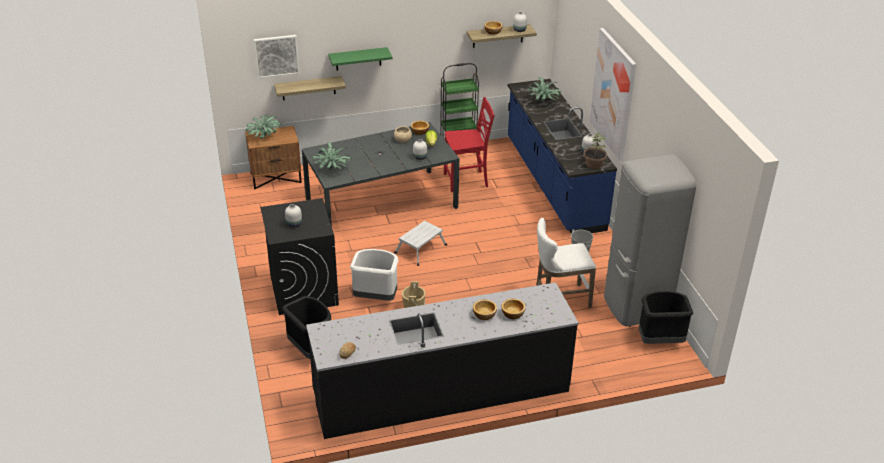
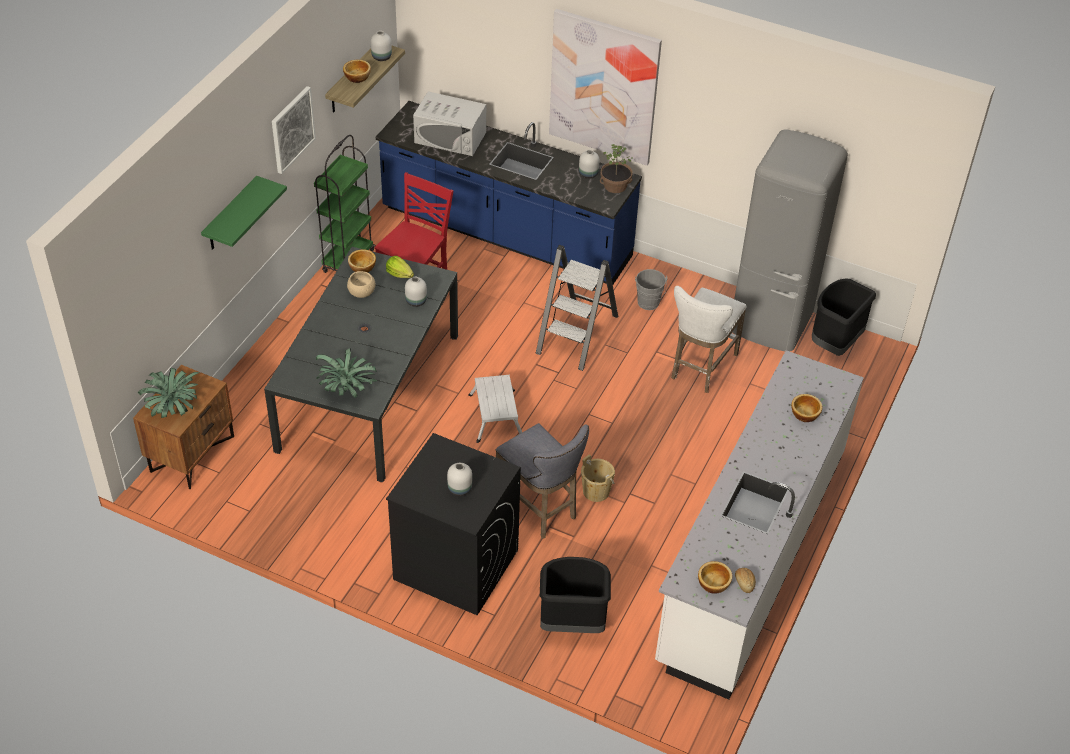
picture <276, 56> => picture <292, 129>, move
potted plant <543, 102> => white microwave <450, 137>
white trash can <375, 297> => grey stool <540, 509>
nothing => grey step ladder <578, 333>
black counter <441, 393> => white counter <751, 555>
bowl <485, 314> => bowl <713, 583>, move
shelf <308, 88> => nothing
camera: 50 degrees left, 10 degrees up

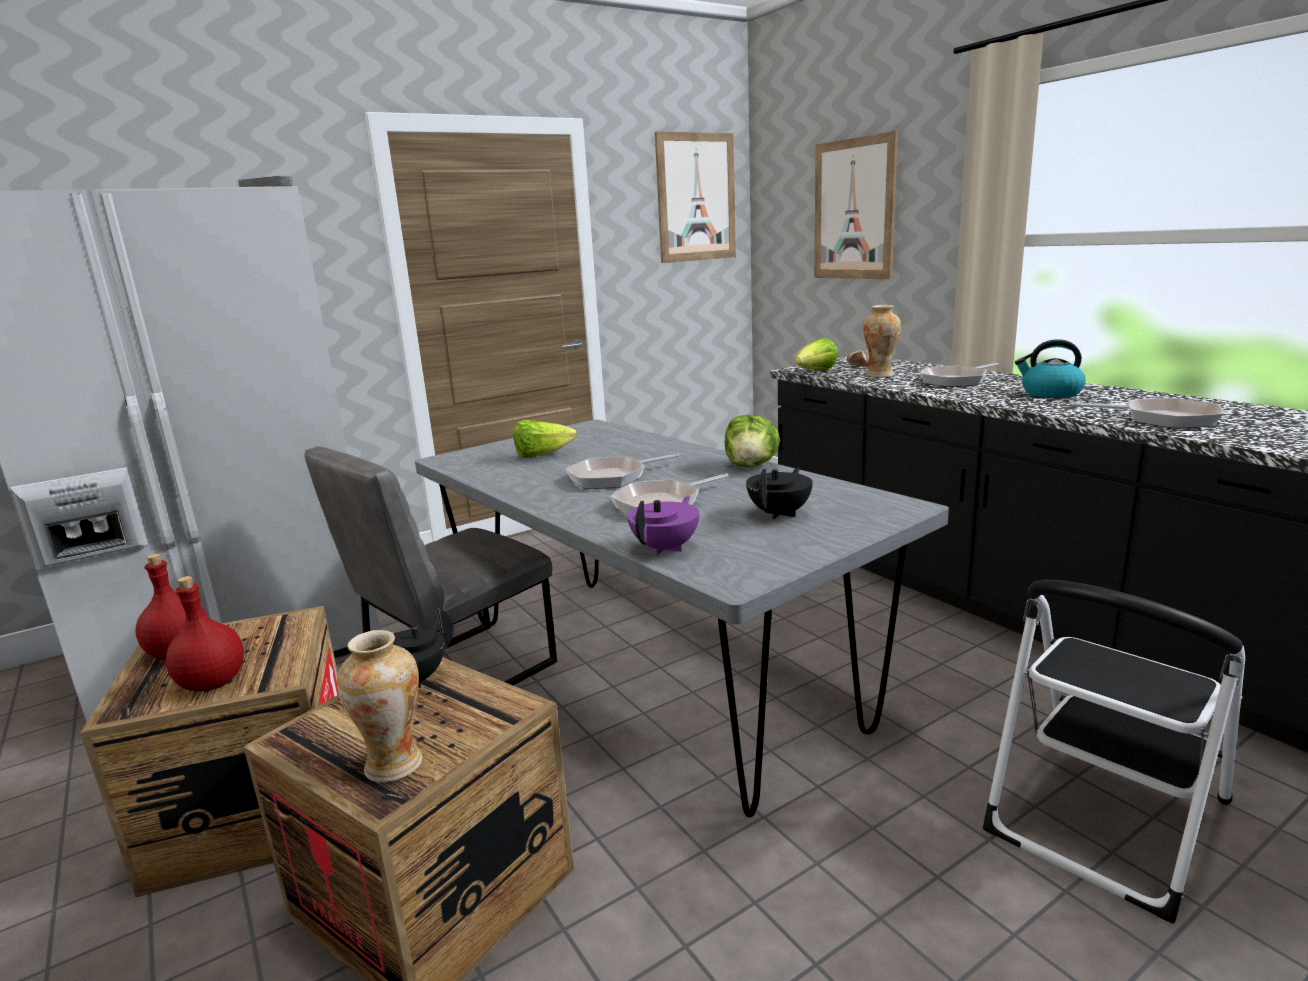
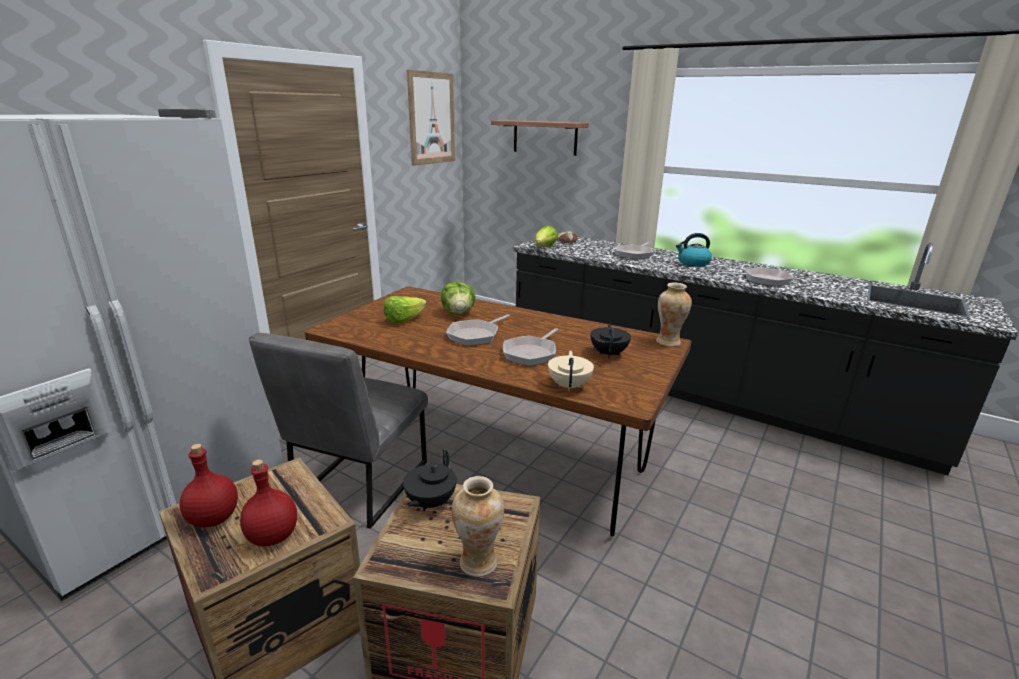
grey dining table <655, 672> => brown dining table <497, 457>
lettuce <751, 466> => lettuce <458, 313>, move
picture <853, 210> => shelf <544, 137>
purple teapot <666, 548> => beige teapot <569, 386>
vase <879, 375> => vase <668, 342>, move
step ladder <1102, 819> => nothing
camera: 25 degrees left, 5 degrees up

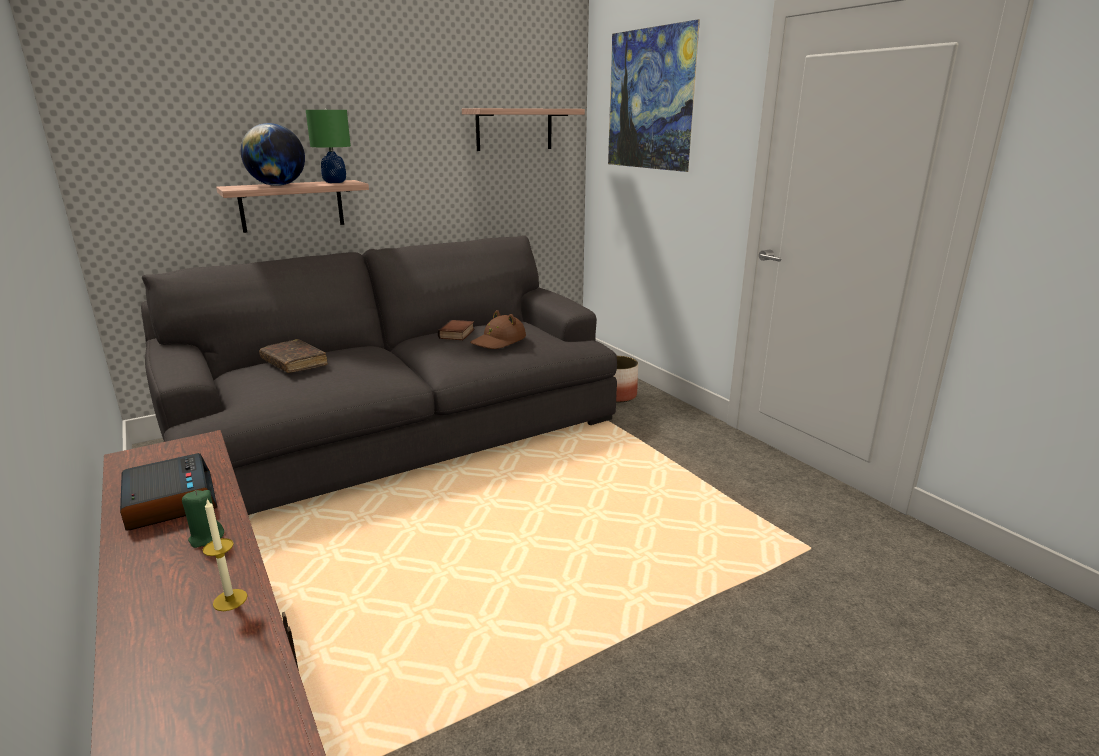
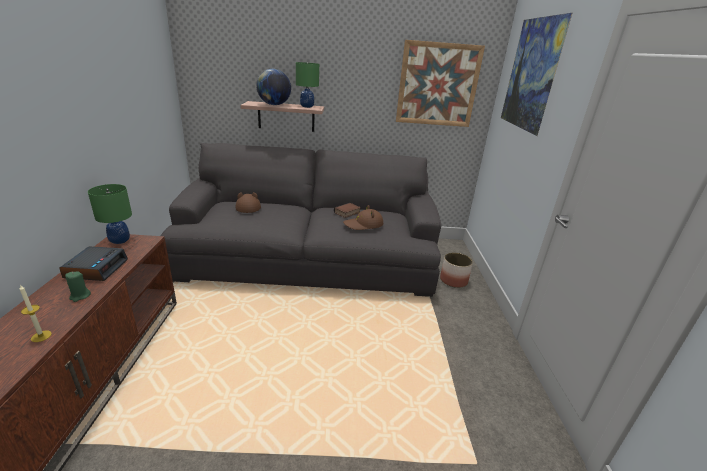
nothing => green table lamp <120, 241>
brown book <294, 363> => brown hat <248, 206>
shelf <514, 129> => picture <438, 85>
camera: 30 degrees right, 5 degrees up

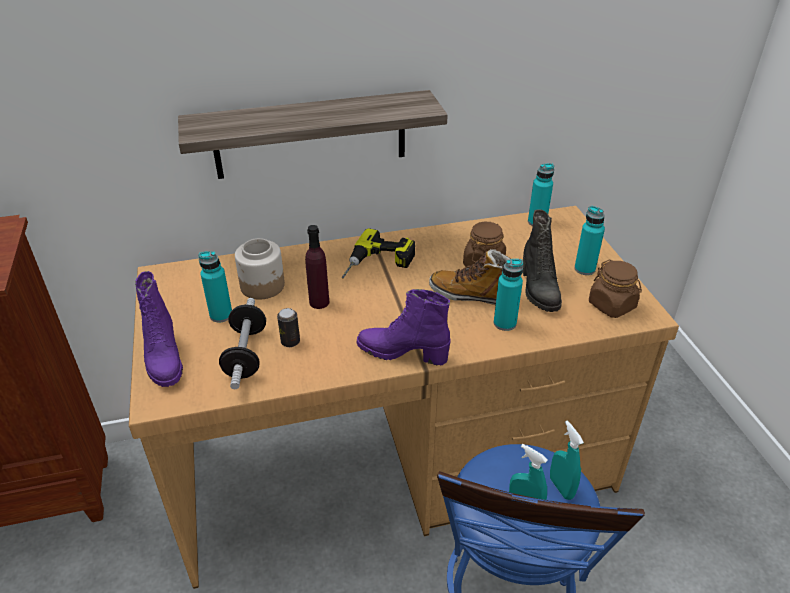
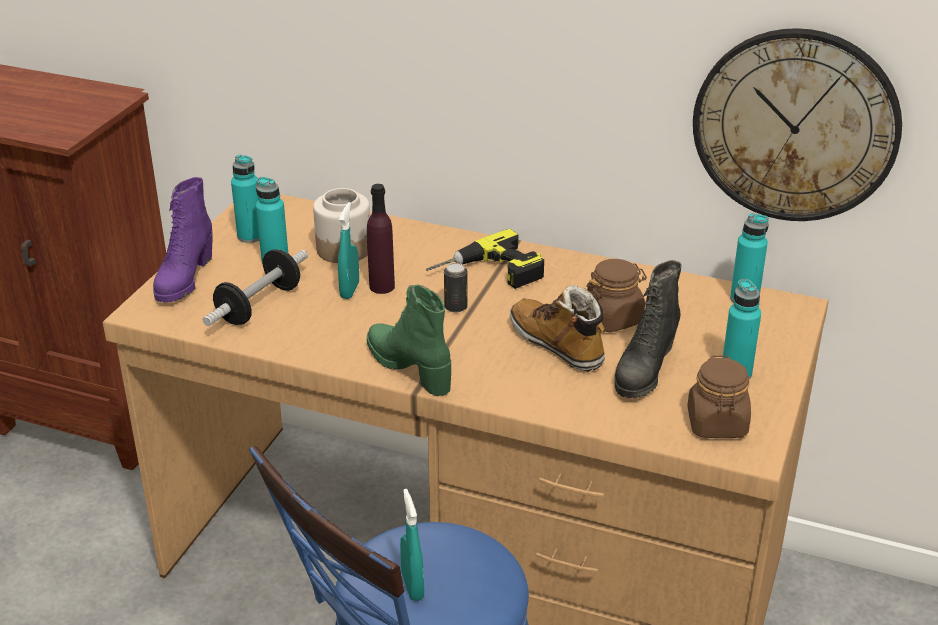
turquoise bottle <504, 323> => turquoise bottle <250, 236>, move
turquoise spray bottle <561, 487> => turquoise spray bottle <349, 290>, move
purple boot <402, 352> => green boot <410, 367>
can <290, 341> => can <455, 307>, move
nothing => wall clock <795, 125>
shelf <310, 135> => nothing
camera: 35 degrees right, 5 degrees down

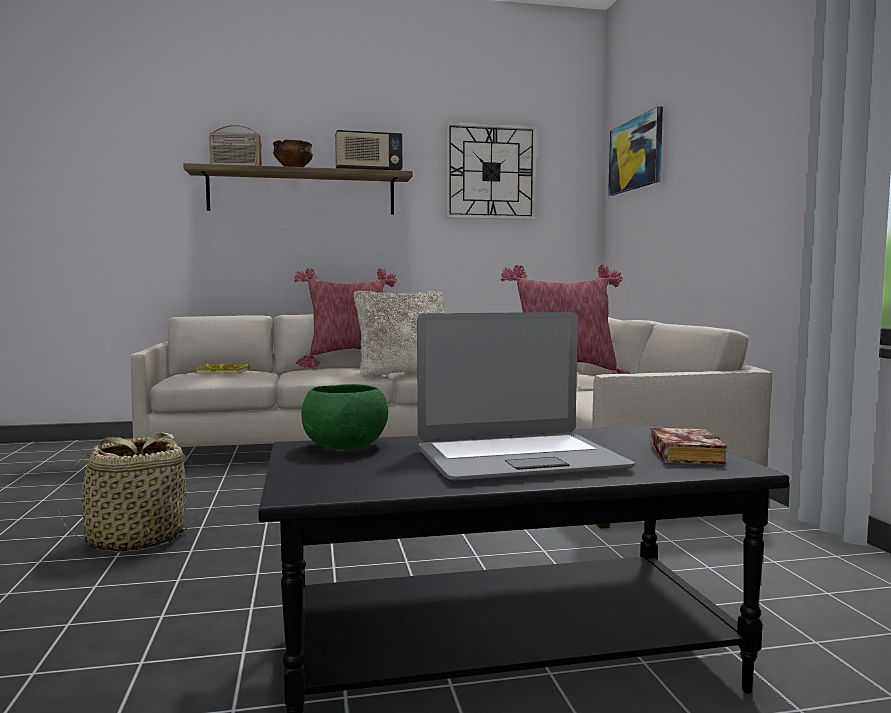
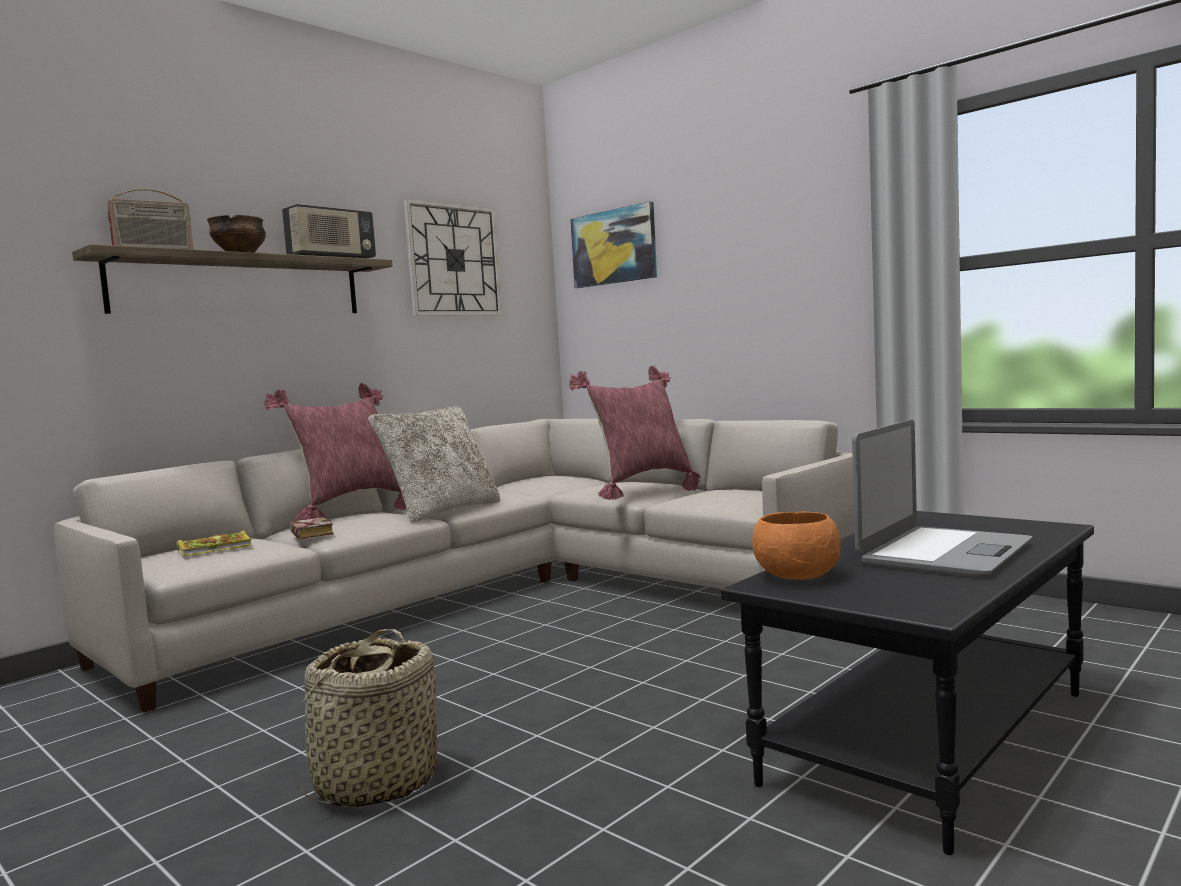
book <681, 454> => book <309, 533>, move
green bowl <346, 446> => orange bowl <798, 576>
camera: 35 degrees left, 0 degrees up

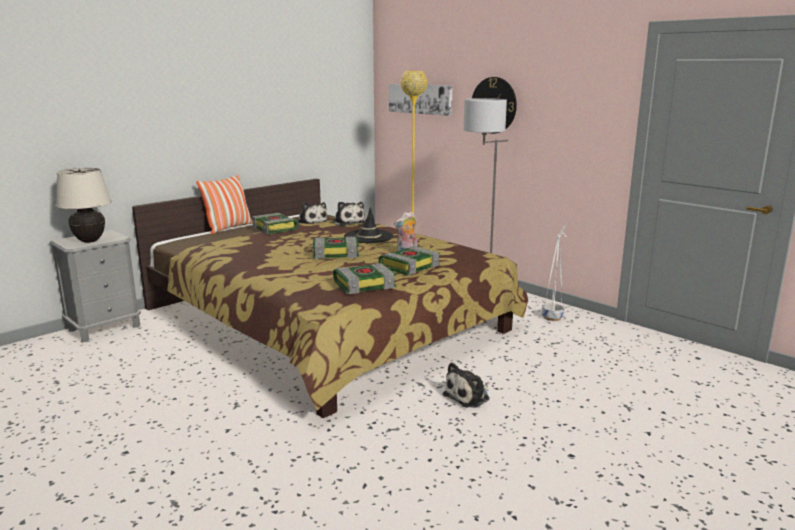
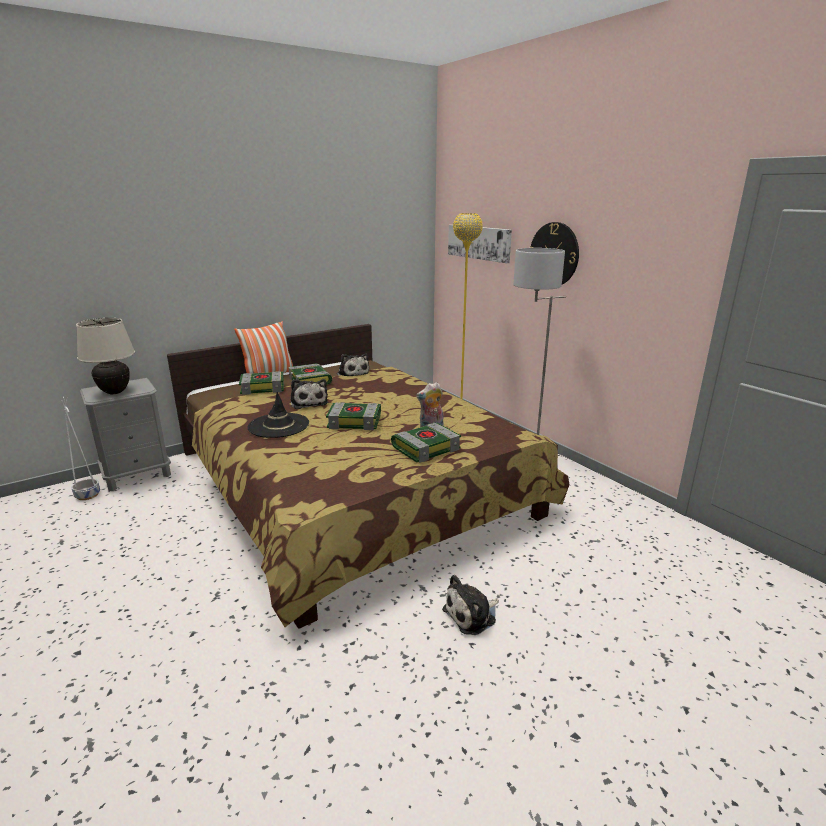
white planter <552, 317> => white planter <88, 495>, move
book <365, 284> => book <263, 387>, move
black hat <368, 237> => black hat <278, 425>, move
plush toy <348, 222> => plush toy <308, 402>, move
camera: 10 degrees right, 5 degrees up

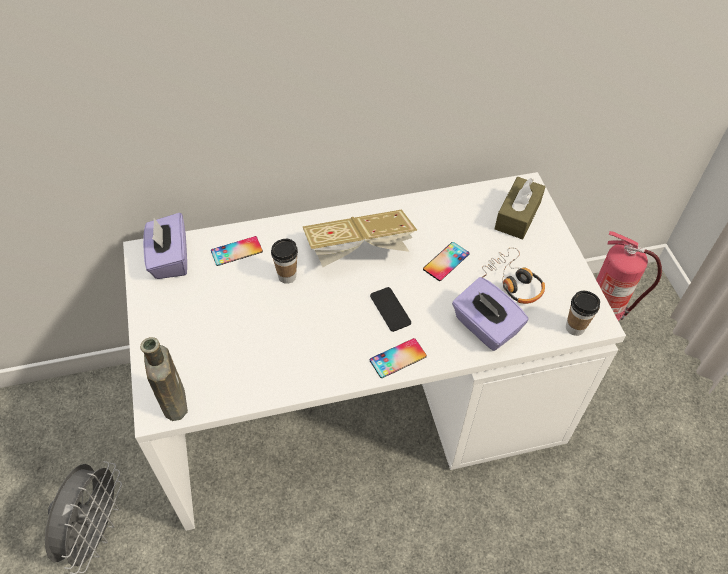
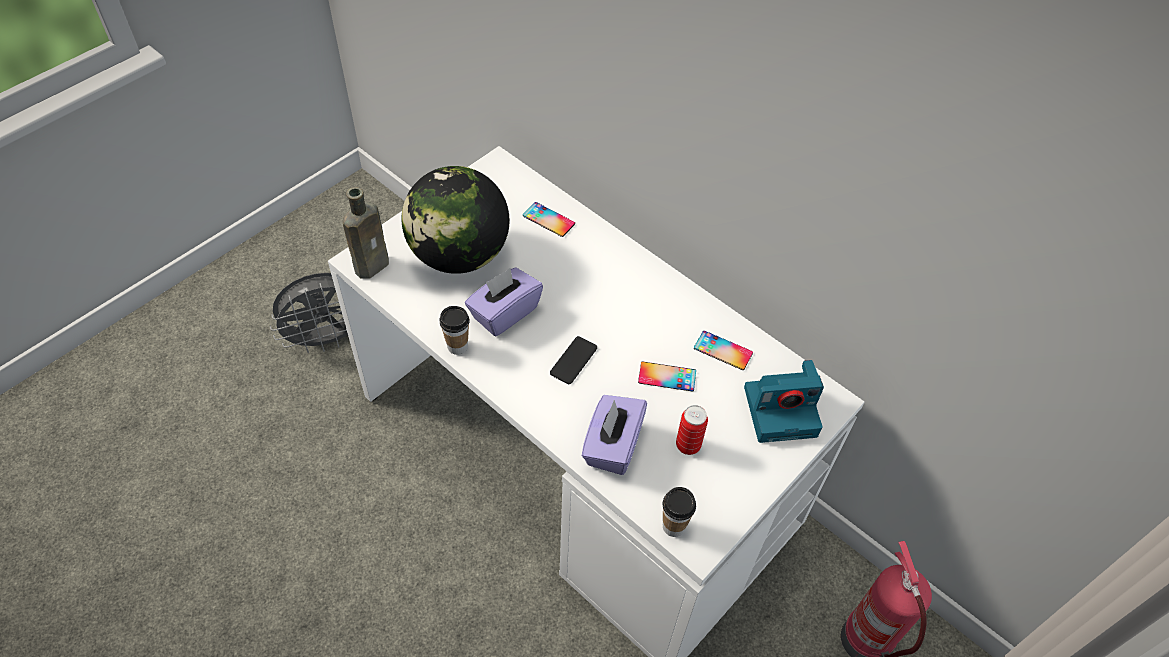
nothing => globe <459, 255>
cup <287, 276> => cup <457, 346>, move
purple tissue box <169, 259> => purple tissue box <504, 313>, move
headphones <513, 282> => can <688, 445>
phone <398, 358> => phone <723, 350>, move
brown tissue box <517, 216> => photo camera <782, 410>
book <359, 252> => nothing
camera: 55 degrees right, 0 degrees up

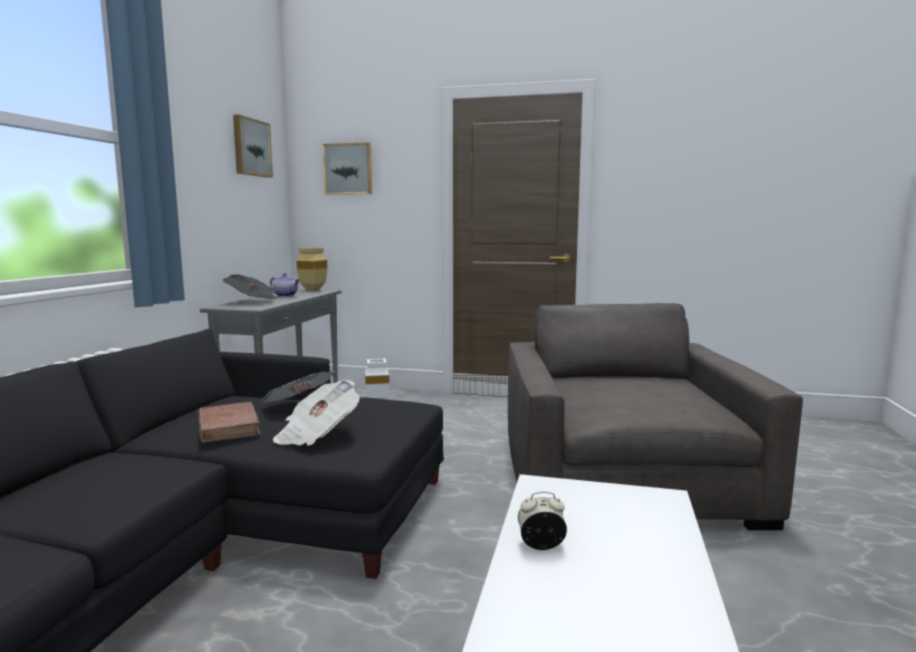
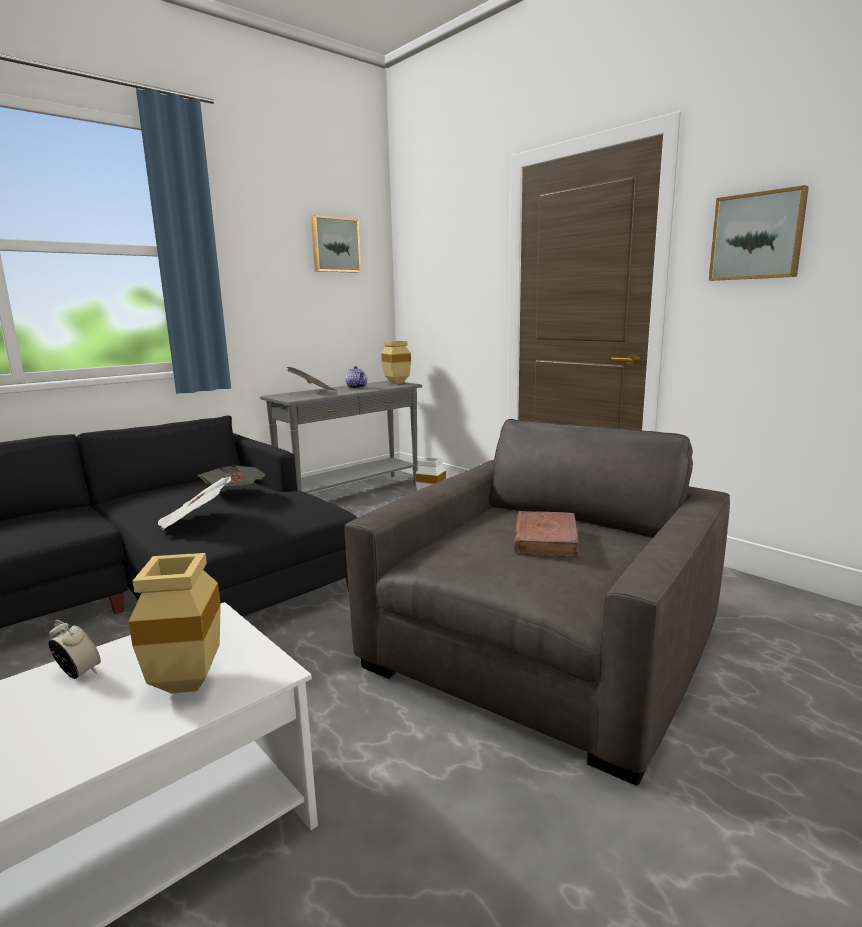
nothing => beige vase <189, 686>
brown book <228, 426> => brown book <545, 538>, move
picture <348, 169> => picture <757, 236>, move
camera: 35 degrees right, 5 degrees up

